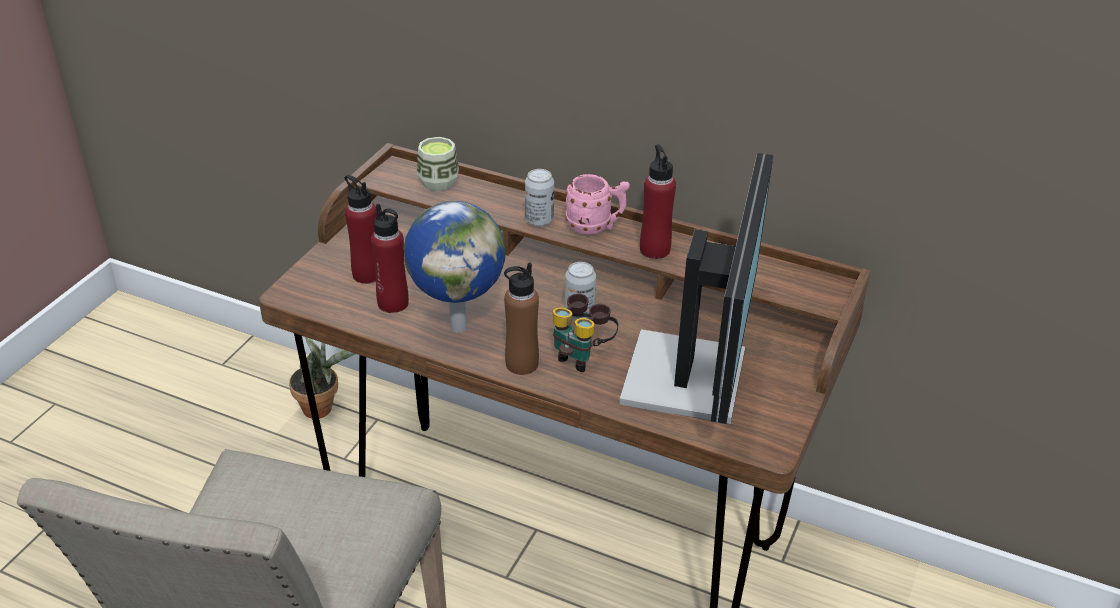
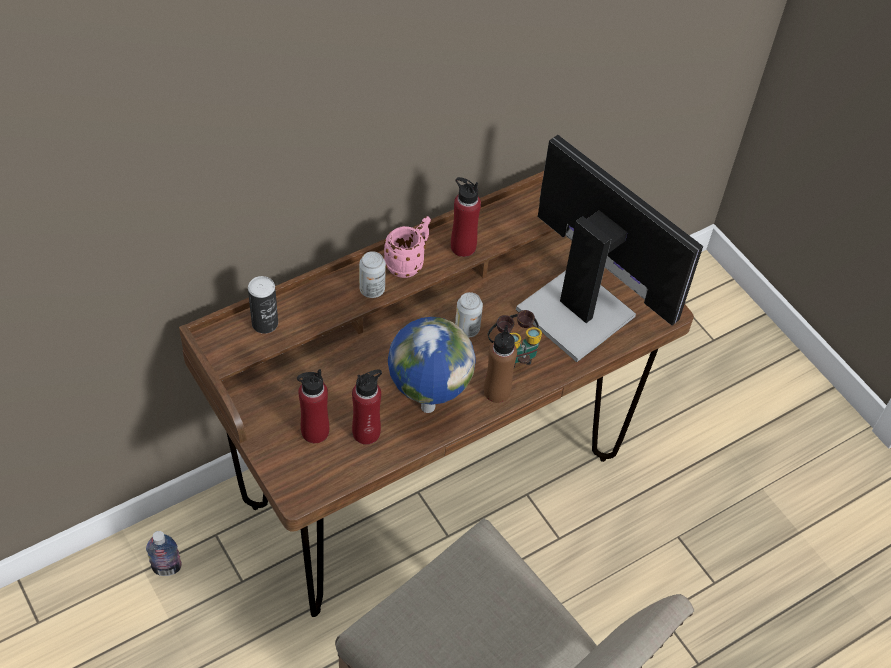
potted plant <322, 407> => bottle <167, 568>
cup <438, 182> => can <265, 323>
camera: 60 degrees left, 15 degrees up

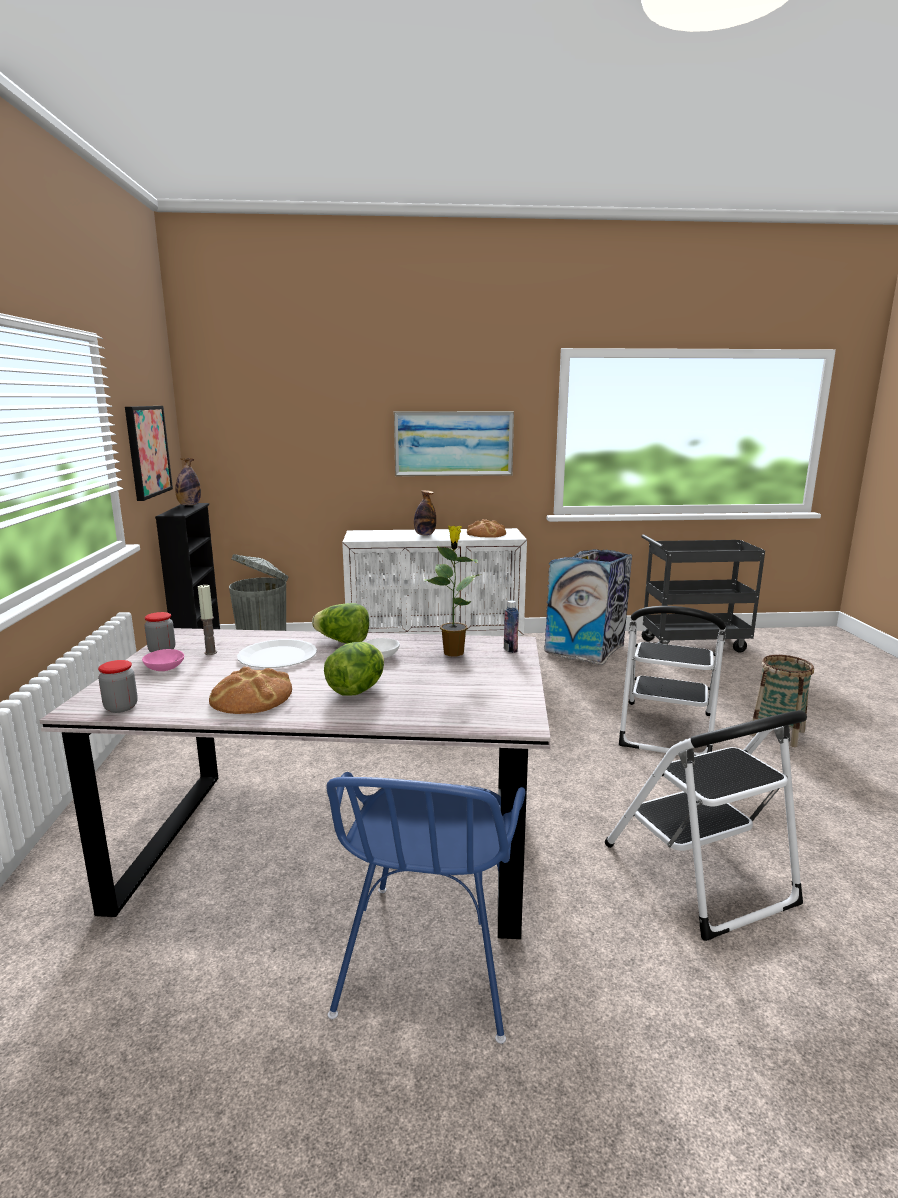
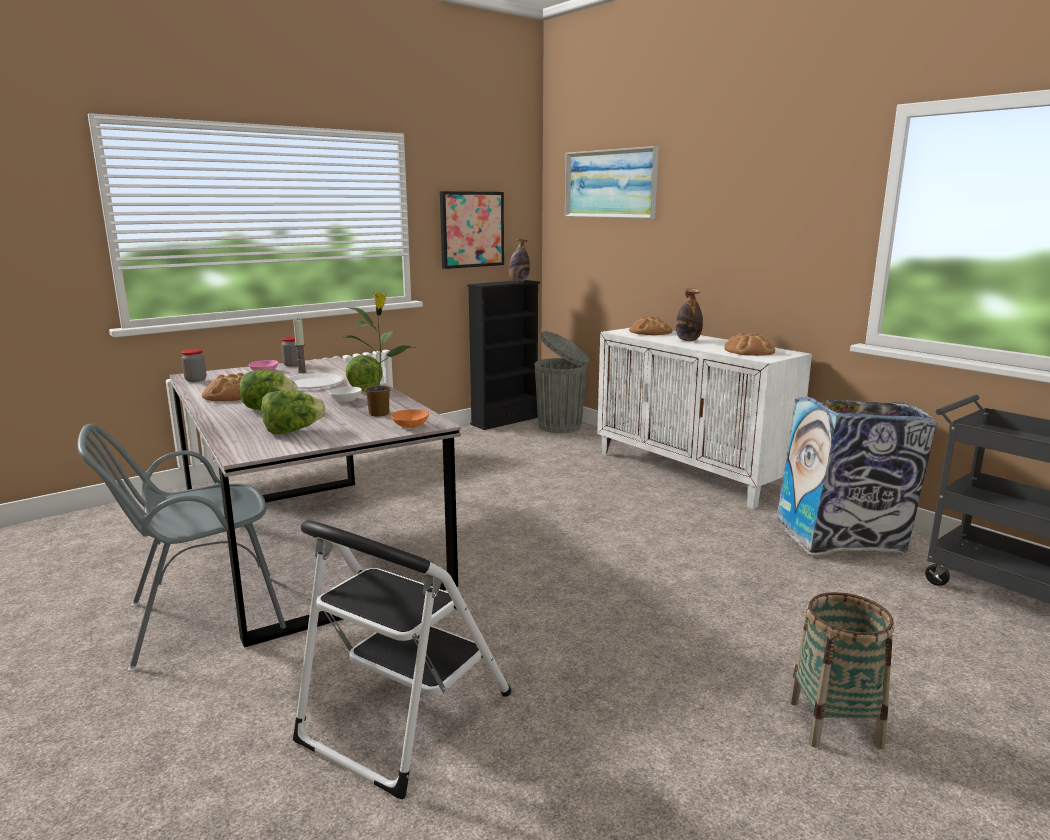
blue chair <430, 962> => grey chair <199, 620>
nothing => lettuce <293, 431>
bottle <510, 649> => orange bowl <410, 425>
picture <453, 443> => picture <610, 184>, move
nothing => bread <650, 332>
step ladder <665, 731> => nothing
camera: 55 degrees right, 0 degrees up

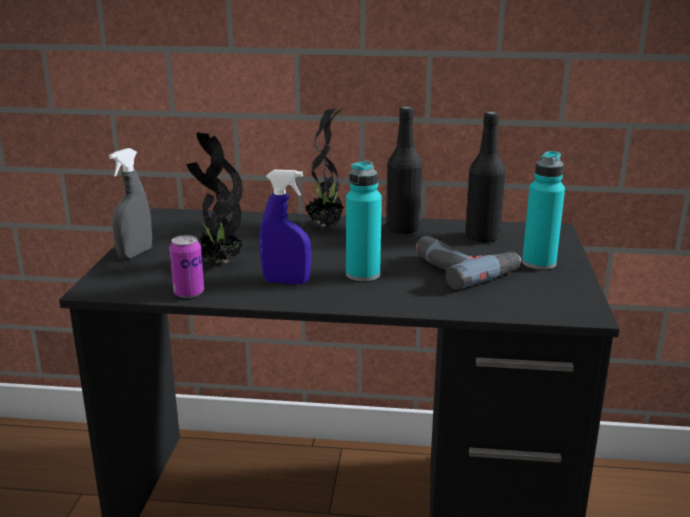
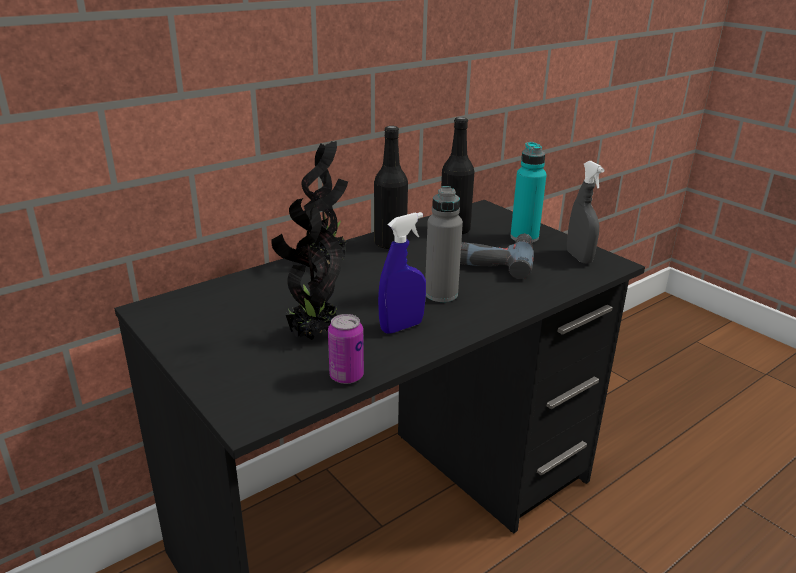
turquoise bottle <363, 274> => grey bottle <441, 294>
grey spray bottle <135, 254> => grey spray bottle <579, 257>, move
camera: 45 degrees left, 5 degrees up

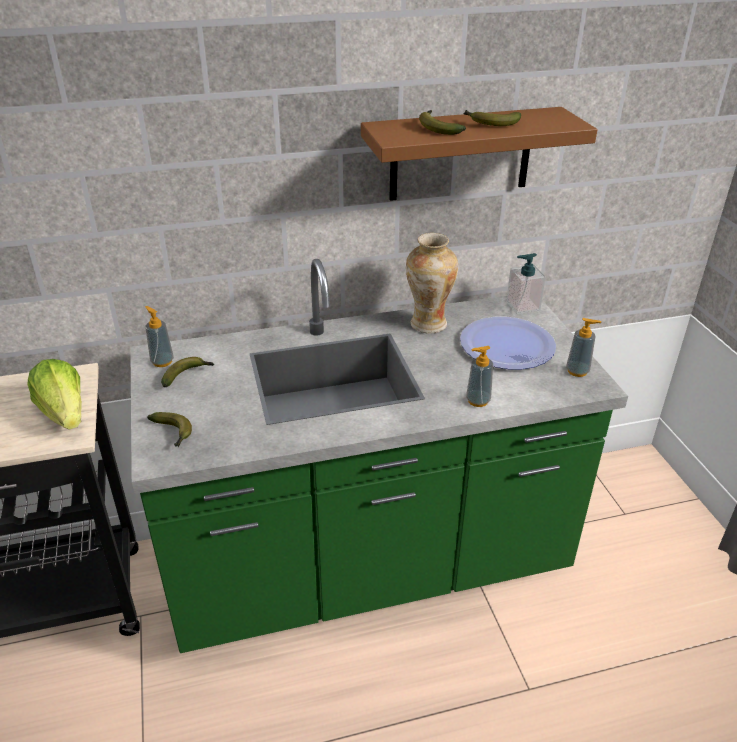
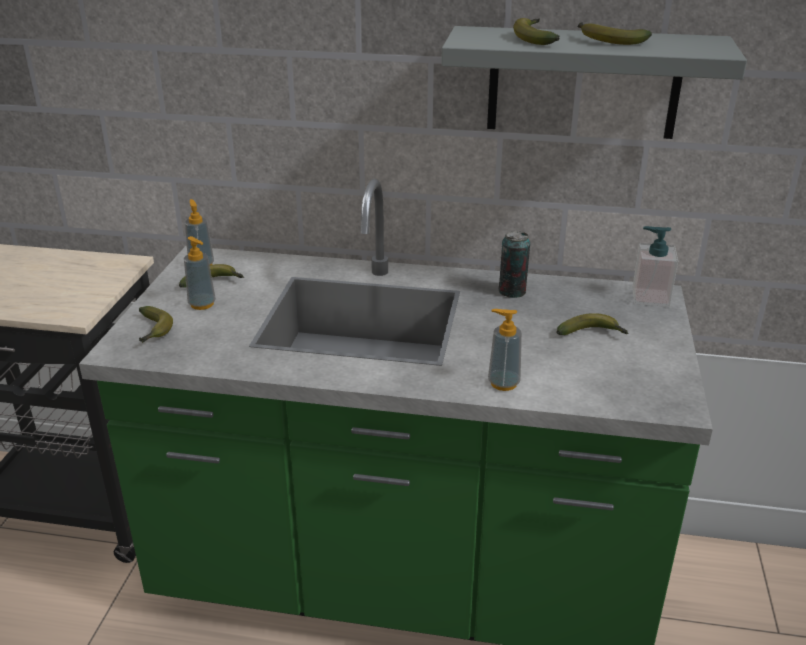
soap dispenser <577, 371> => soap dispenser <202, 304>, move
brown shelf <461, 154> => grey shelf <583, 83>
vase <428, 324> => can <512, 292>
plate <507, 345> => banana <592, 334>
lettuce <64, 413> => nothing
camera: 25 degrees right, 5 degrees down

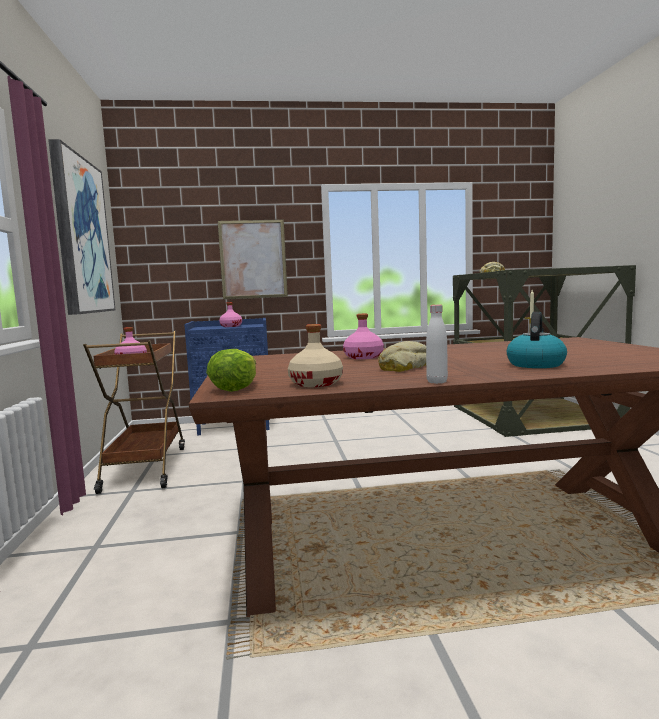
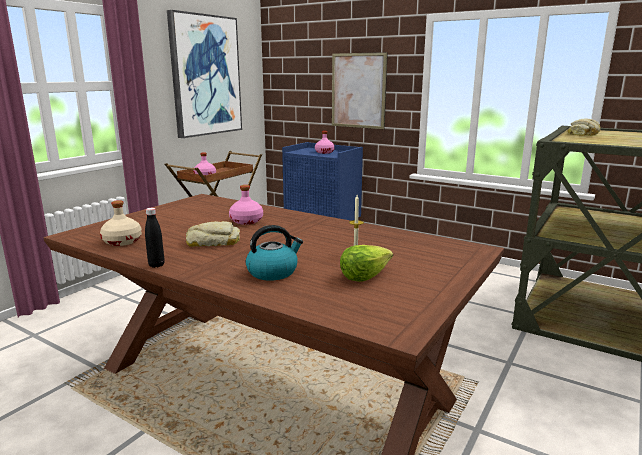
white bottle <437, 382> => black bottle <156, 265>
lettuce <235, 388> => lettuce <364, 276>, move
camera: 40 degrees right, 10 degrees up

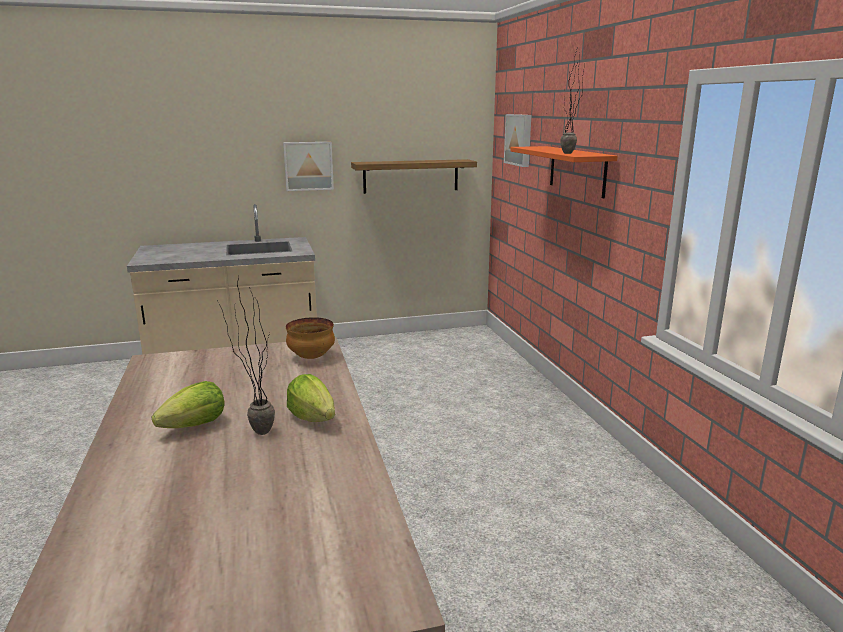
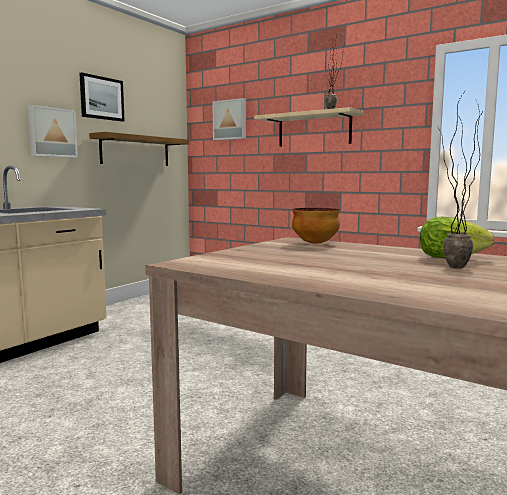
nothing => picture <101, 98>
orange shelf <577, 170> => beige shelf <314, 130>
lettuce <195, 426> => nothing
camera: 40 degrees left, 10 degrees down

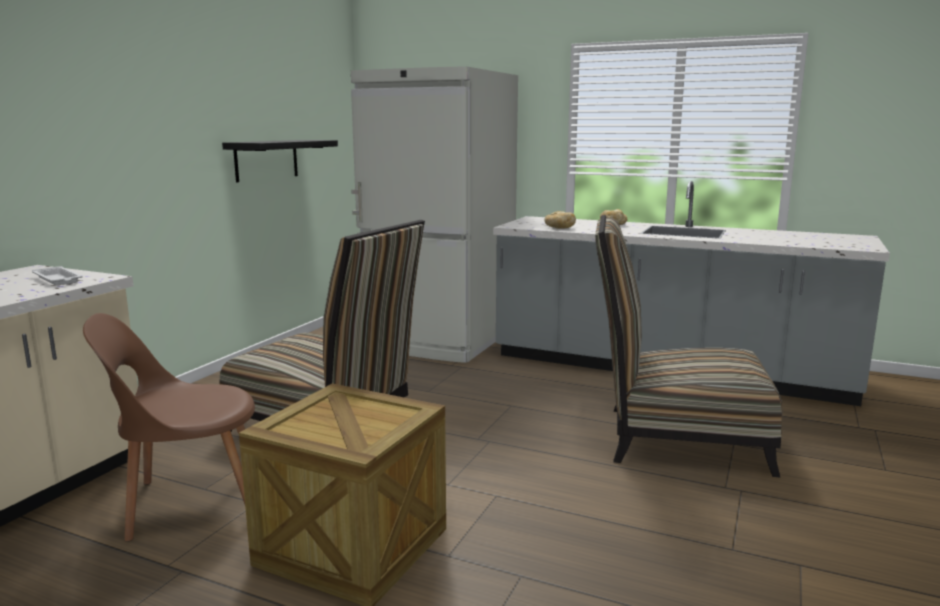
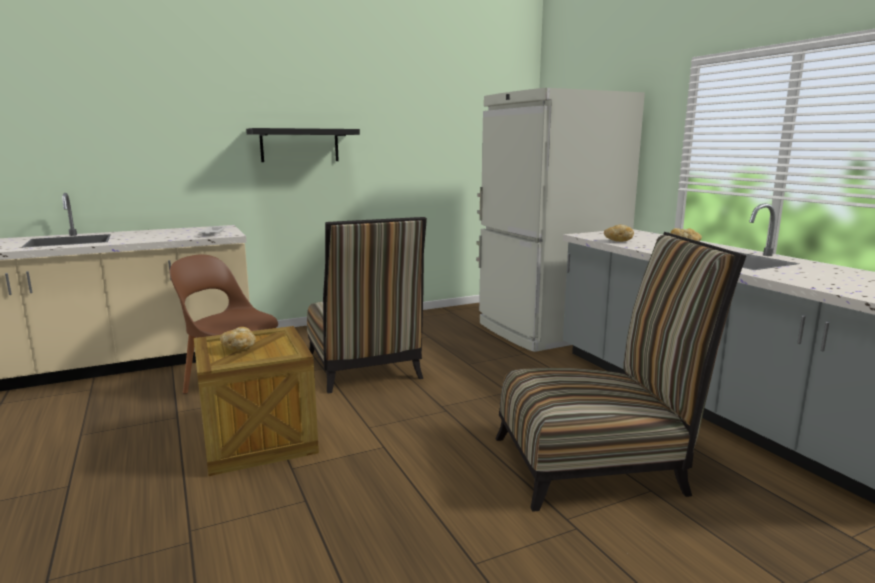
nothing => bread <239, 348>
black shelf <266, 160> => black shelf <299, 145>, move
chair <674, 438> => chair <598, 463>, 120 degrees clockwise
camera: 40 degrees right, 0 degrees up

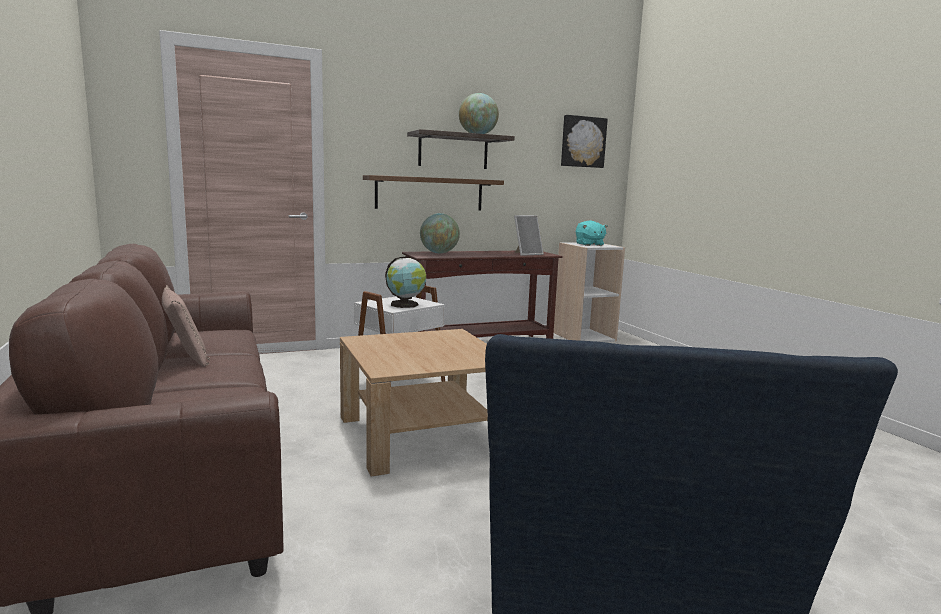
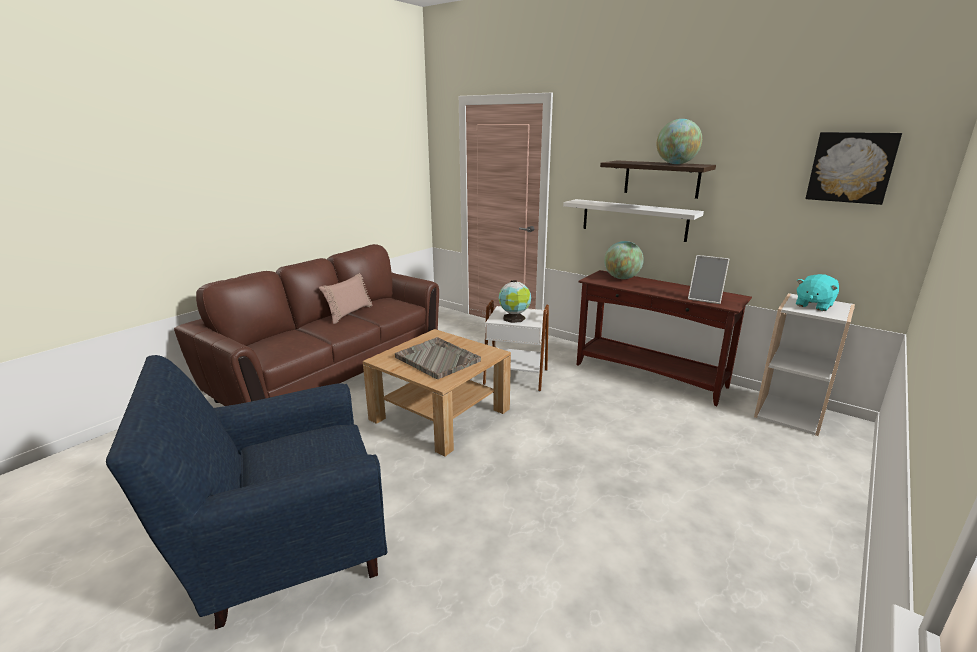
nothing => grey tray <437, 359>
brown shelf <429, 193> => white shelf <633, 219>
camera: 60 degrees right, 10 degrees up

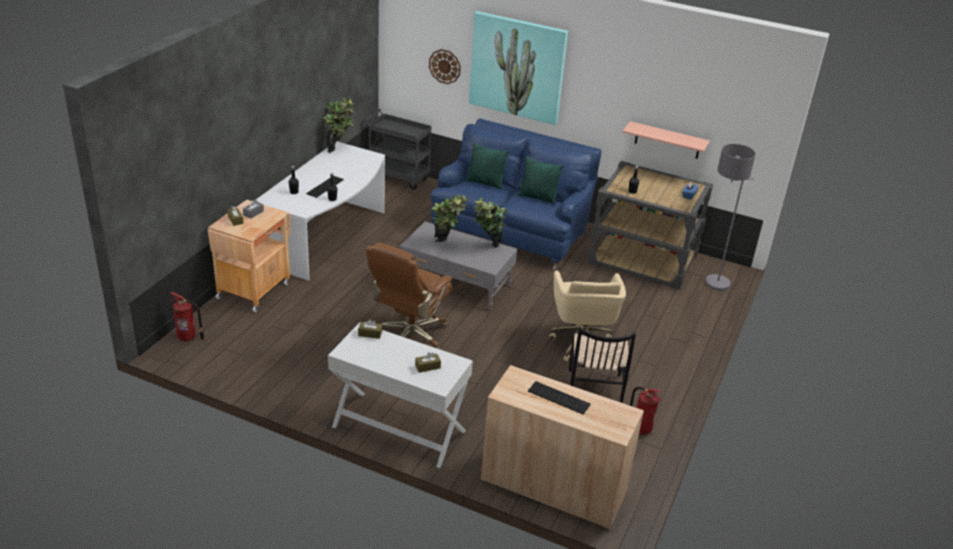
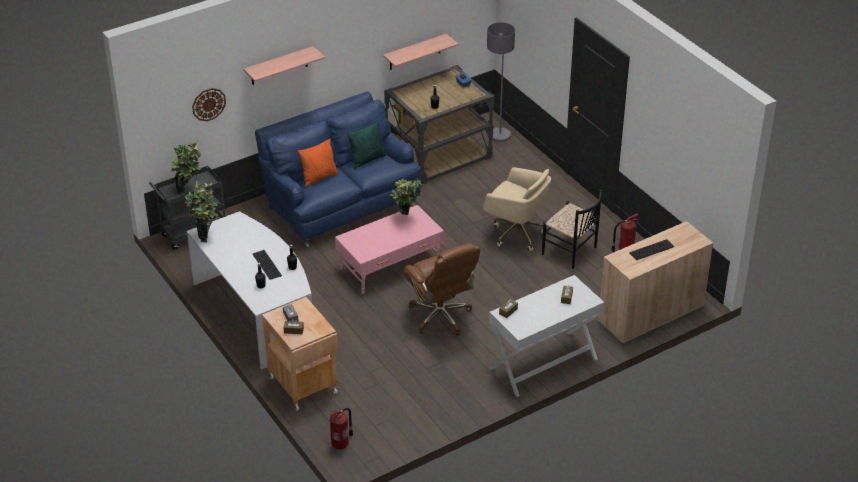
potted plant <448, 244> => potted plant <189, 190>, move
picture <517, 67> => shelf <279, 66>
green pillow <485, 183> => orange pillow <319, 178>
grey coffee table <457, 284> => pink coffee table <390, 265>
camera: 55 degrees left, 5 degrees up

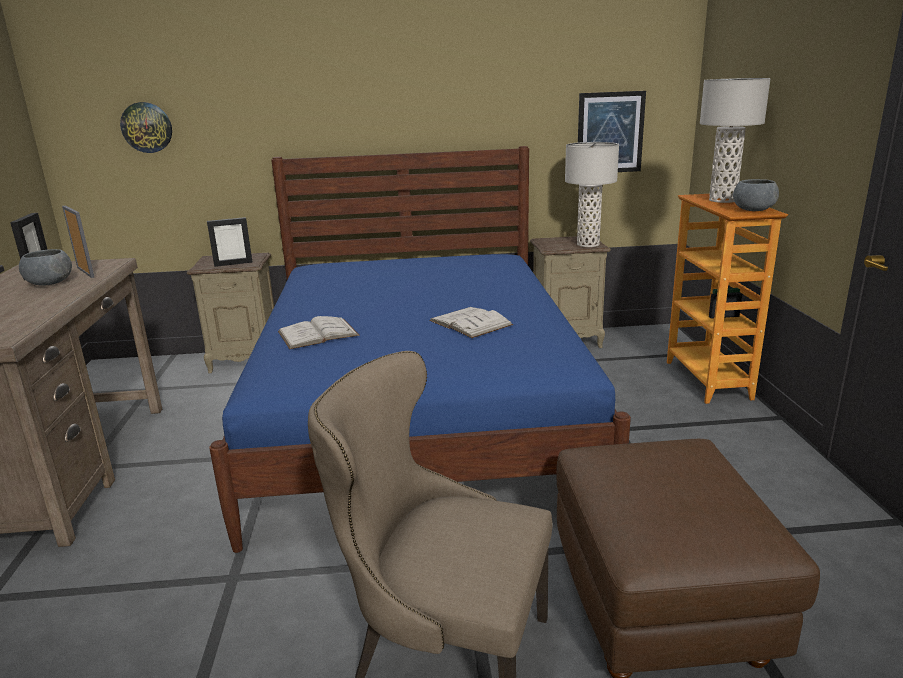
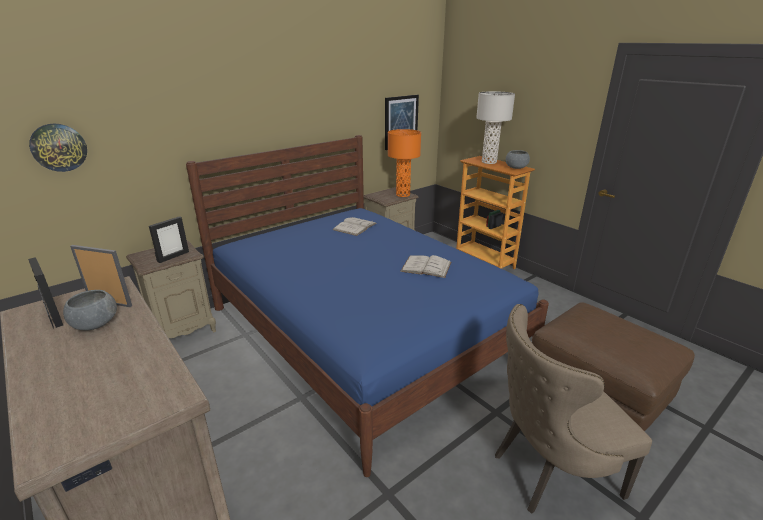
white book <318, 333> => white book <355, 226>, move
white table lamp <587, 244> => orange table lamp <402, 194>
camera: 35 degrees left, 5 degrees up

